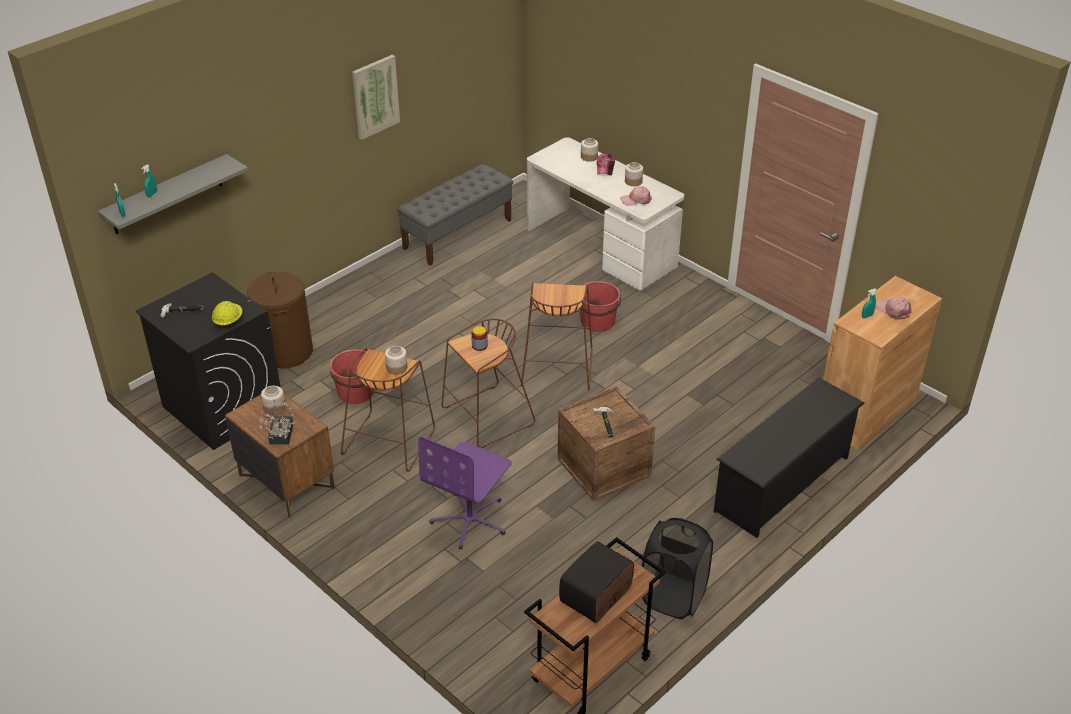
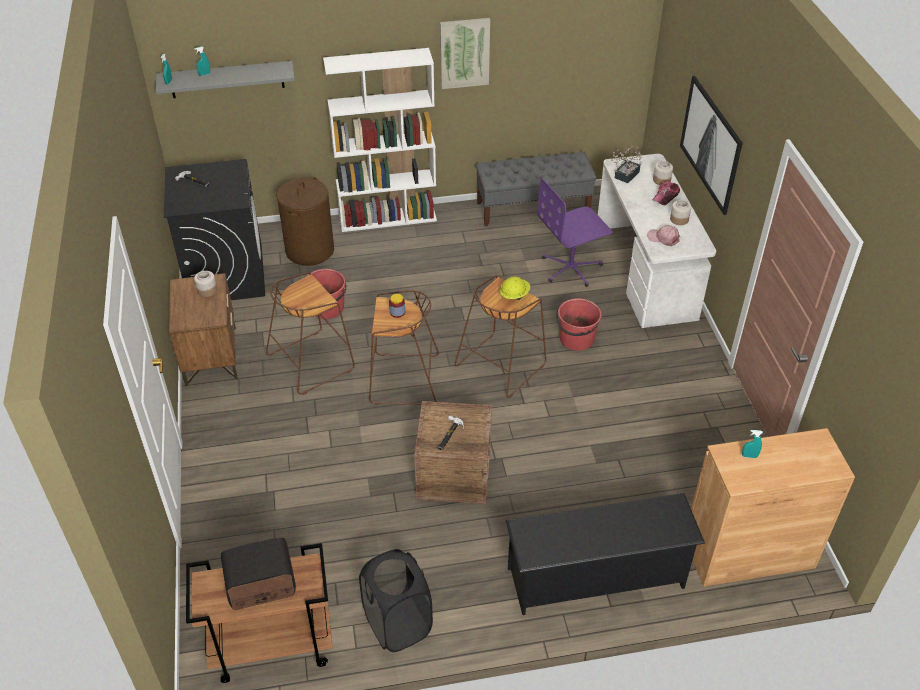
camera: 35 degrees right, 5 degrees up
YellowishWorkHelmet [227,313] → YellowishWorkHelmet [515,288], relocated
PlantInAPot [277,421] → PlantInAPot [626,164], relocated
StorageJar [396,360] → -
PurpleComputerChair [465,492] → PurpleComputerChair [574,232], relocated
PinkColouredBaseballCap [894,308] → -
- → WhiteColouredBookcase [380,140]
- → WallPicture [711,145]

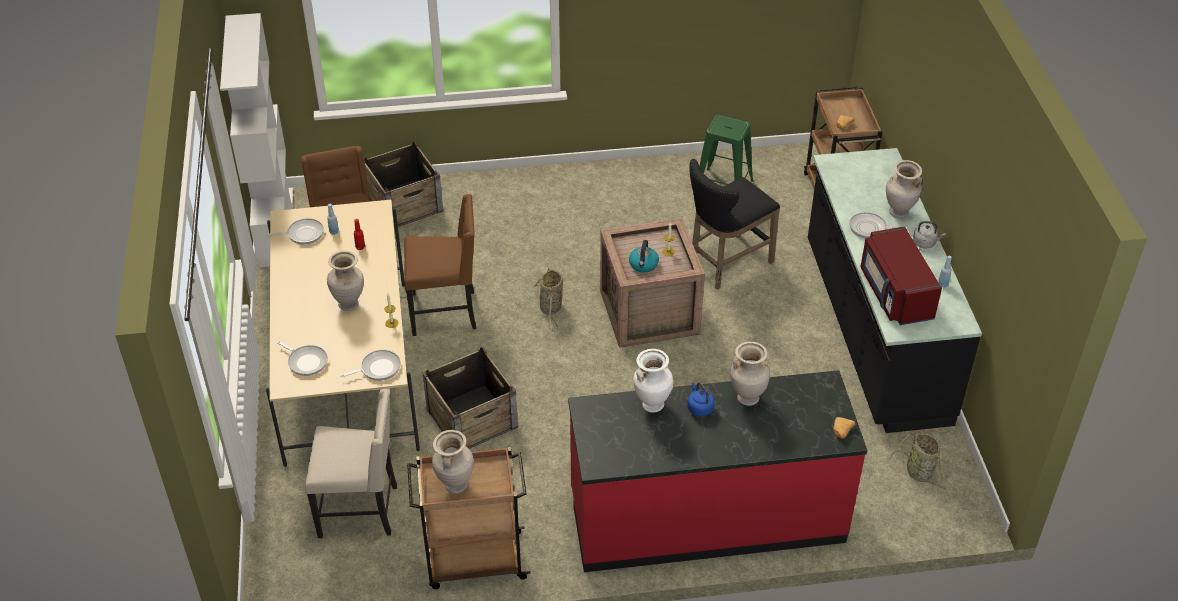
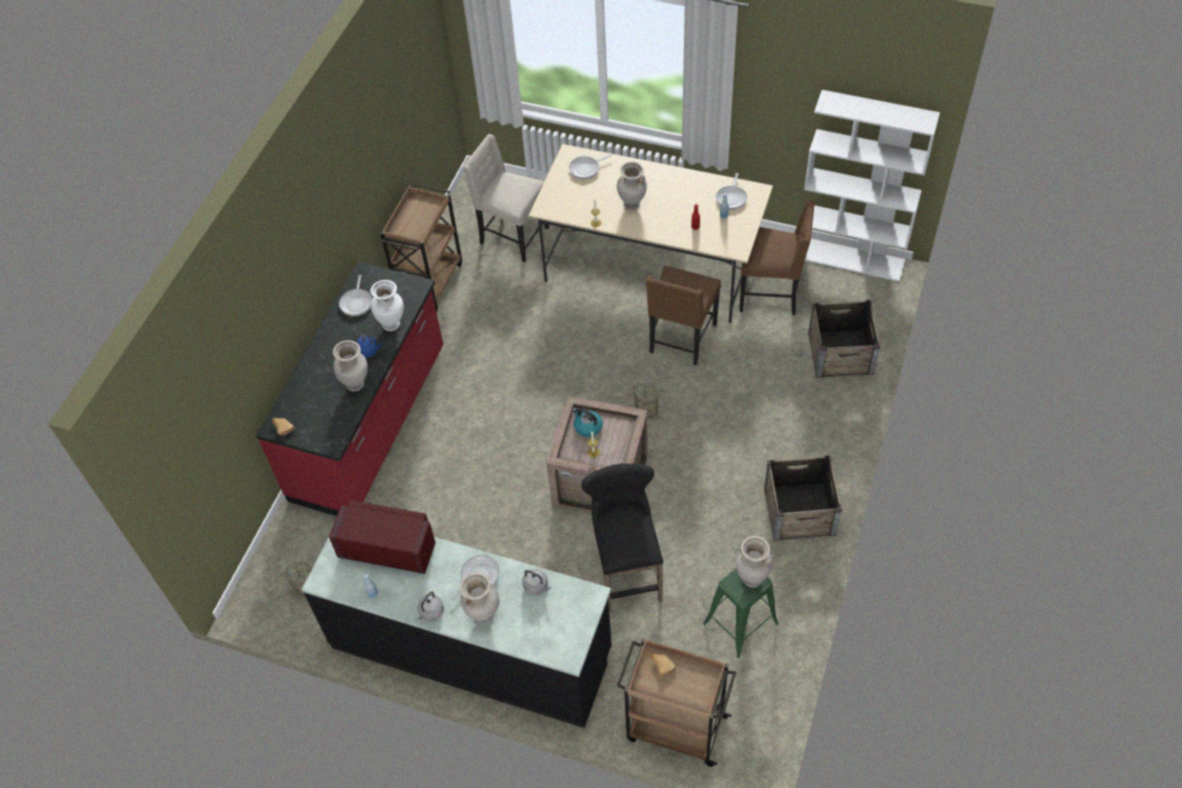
camera: 120 degrees right, 10 degrees up
BeigeColouredUprightChair [351,463] → BeigeColouredUprightChair [506,198], 90 degrees clockwise
Pan [371,365] → Pan [355,295], relocated
PackingCrate [470,398] → PackingCrate [803,498], relocated
BeigeColouredDecorativeVase [453,461] → BeigeColouredDecorativeVase [754,561], relocated
- → GreyTeaKettle [536,582]

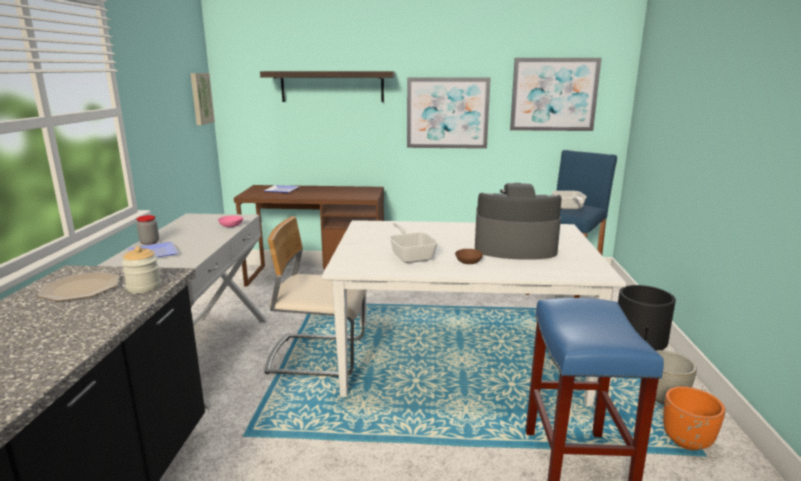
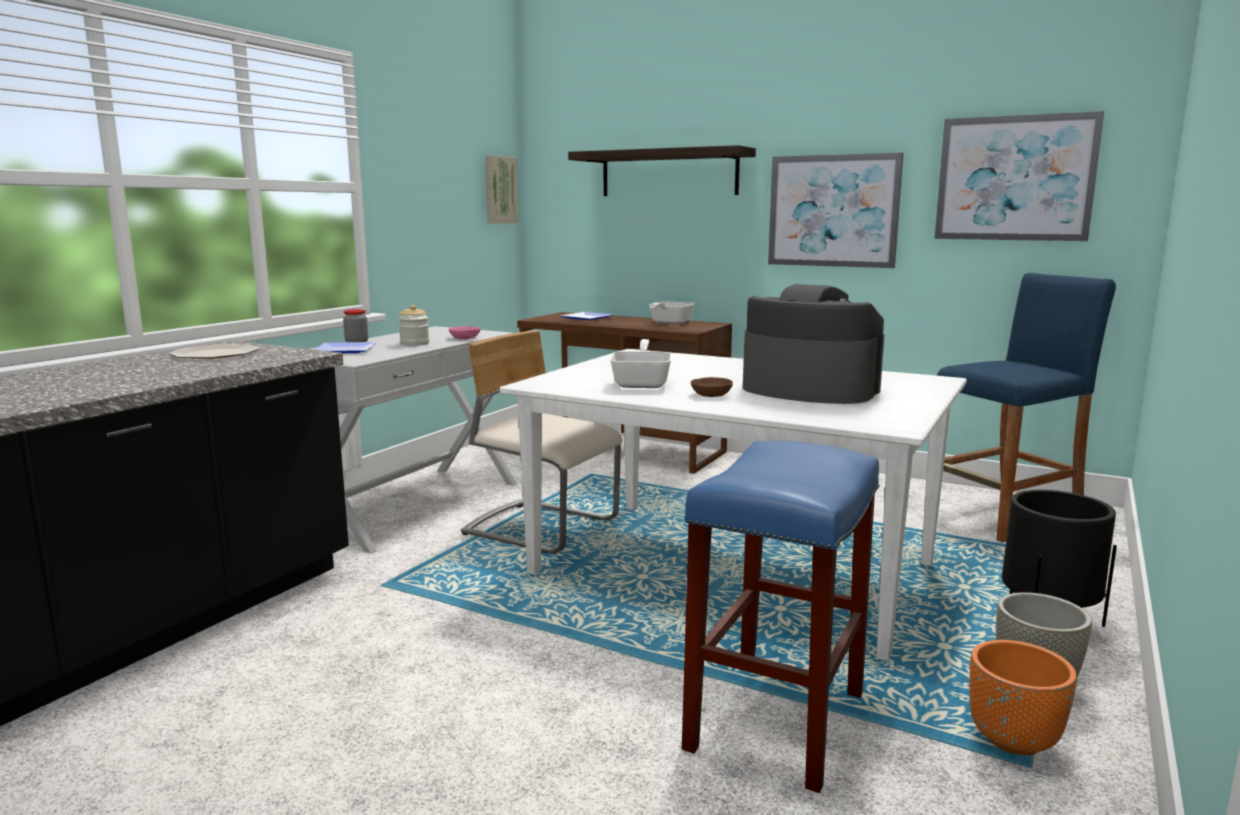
camera: 25 degrees right, 5 degrees down
StorageJar [141,269] → StorageJar [413,325], relocated
Pan [569,200] → Pan [672,312], relocated

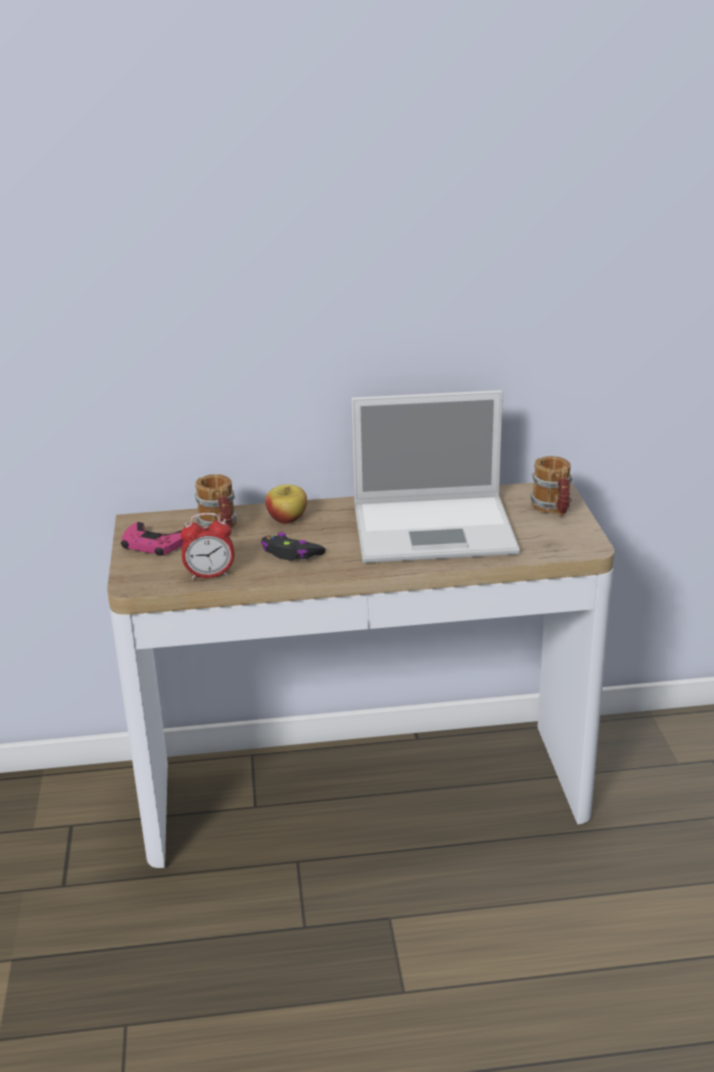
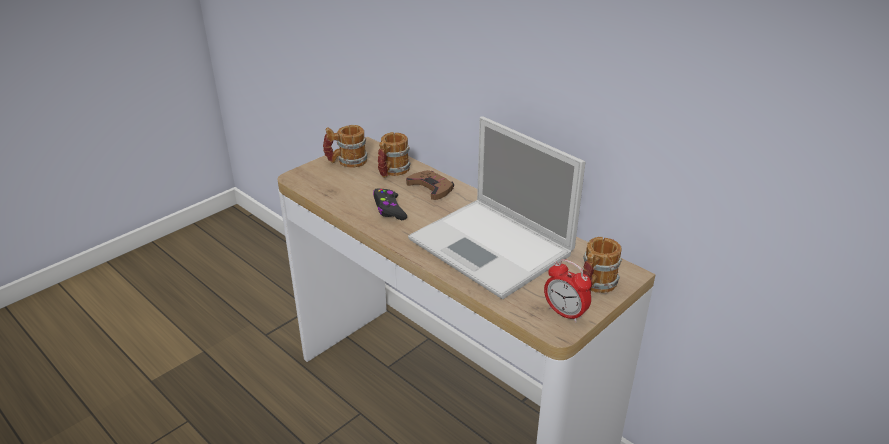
camera: 50 degrees right, 5 degrees up
PinkColouredGameController [152,539] → CoffeeMug [345,146]
TableClock [207,546] → TableClock [568,291], relocated
AppleFruit [286,504] → BrownColouredGameController [430,185]

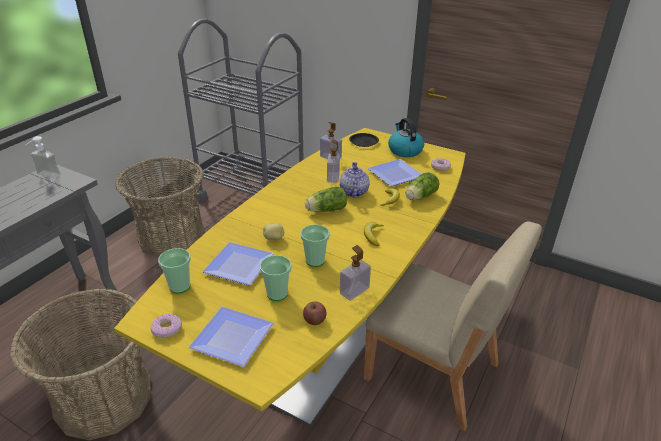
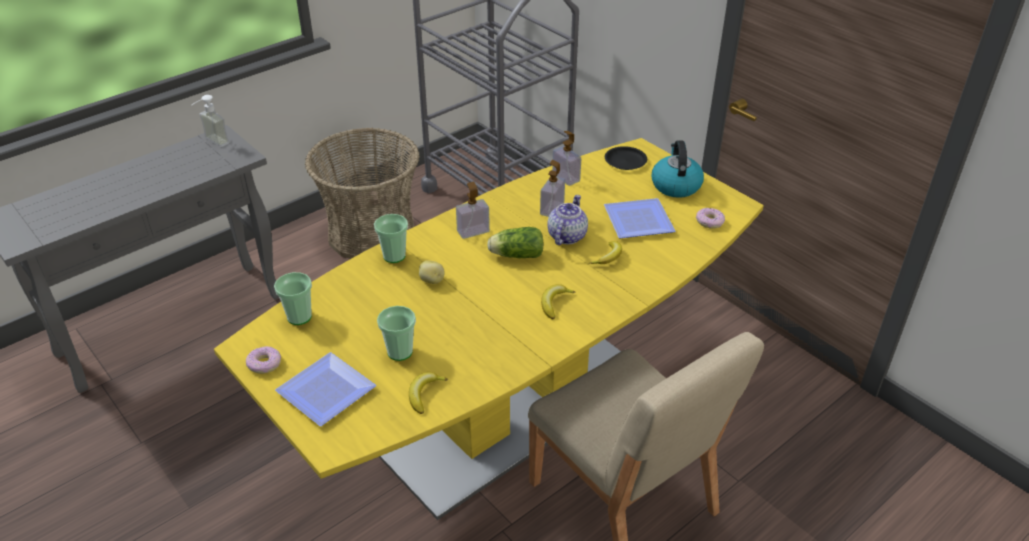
camera: 20 degrees right, 5 degrees up
Basket [80,364] → -
DinnerPlate [238,264] → -
Cup [315,245] → Cup [391,238], relocated
AppleFruit [314,313] → WholeBanana [428,393]
LiquidSoapBottle [355,273] → LiquidSoapBottle [473,210], relocated
Lettuce [422,186] → -

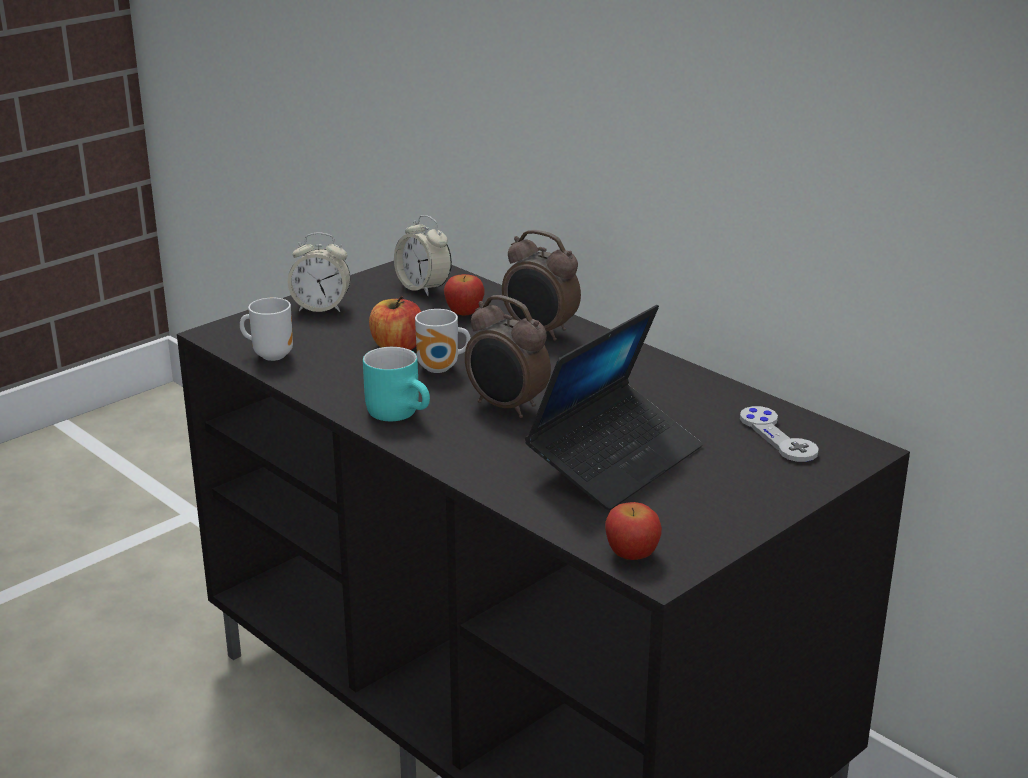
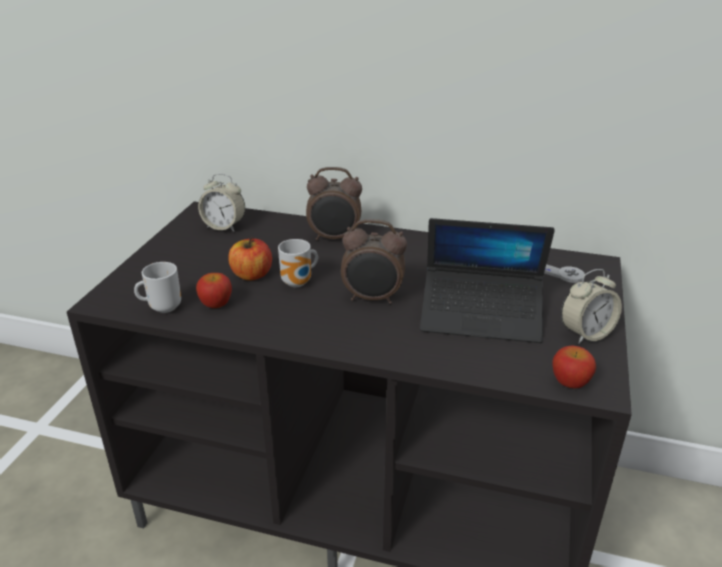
camera: 30 degrees left, 5 degrees up
TableClock [319,272] → TableClock [591,306], relocated
TurquoiseColouredCoffeeMug [396,384] → -
AppleFruit [464,295] → AppleFruit [214,290], relocated
PortableComputer [614,407] → PortableComputer [487,280], 90 degrees clockwise

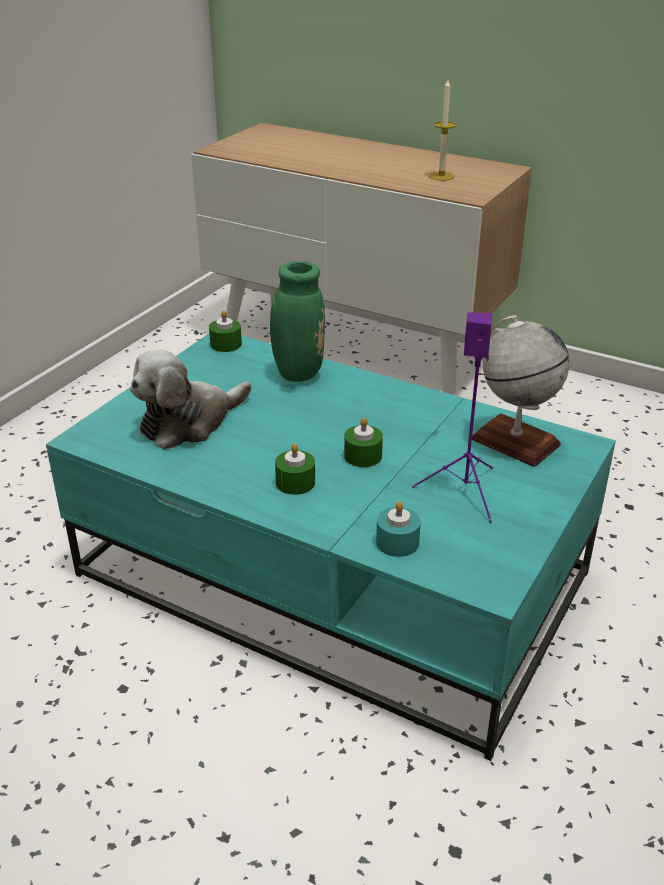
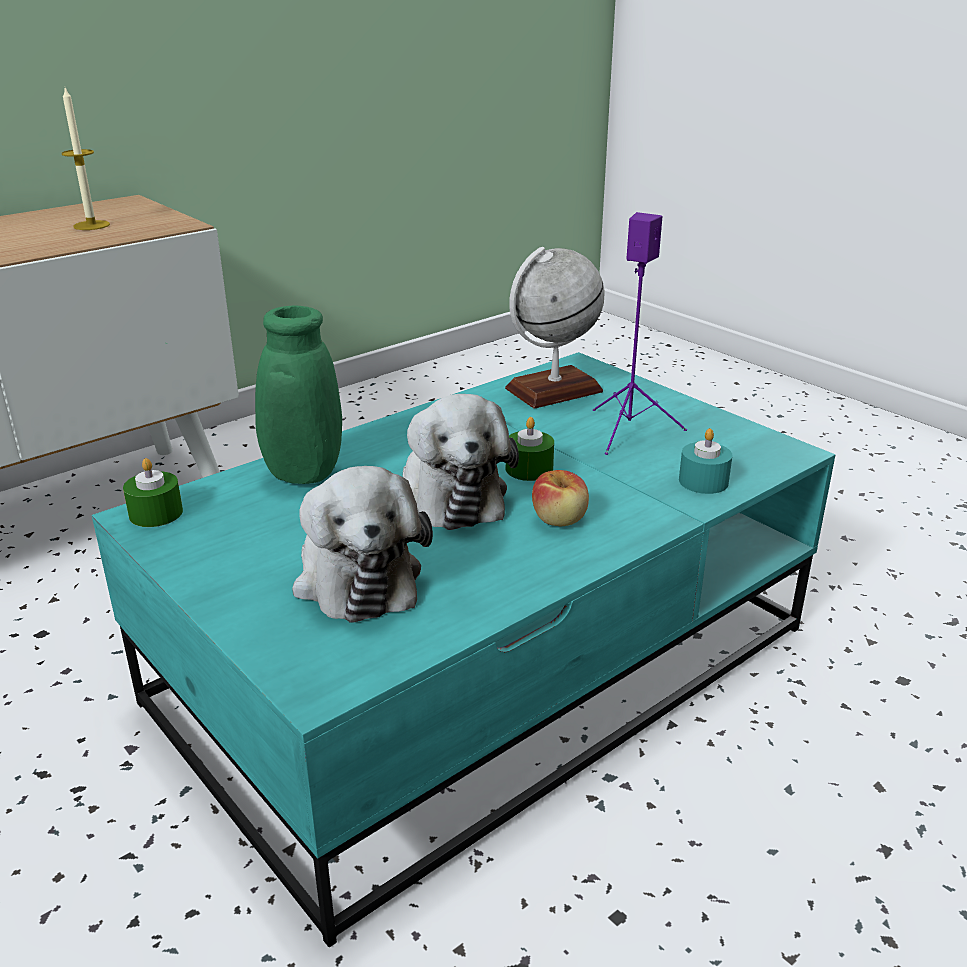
camera: 70 degrees left, 5 degrees down
GreenColouredWaxLight [295,469] → AppleFruit [560,498]
- → SoftToy [461,462]

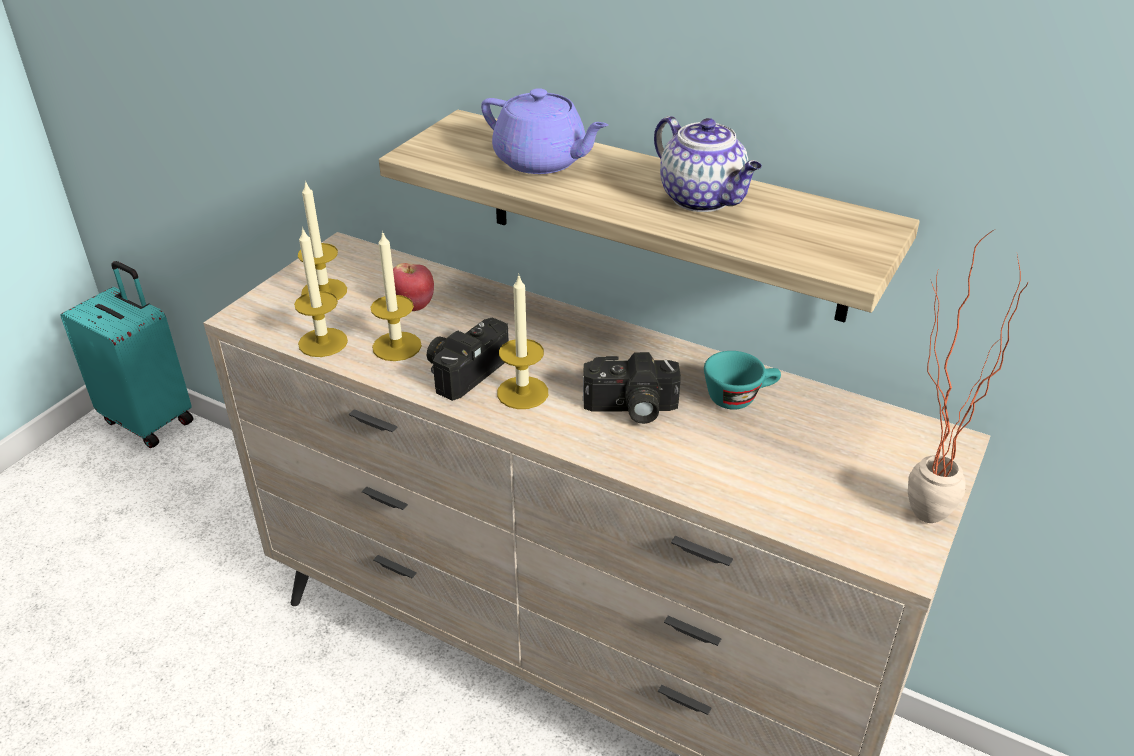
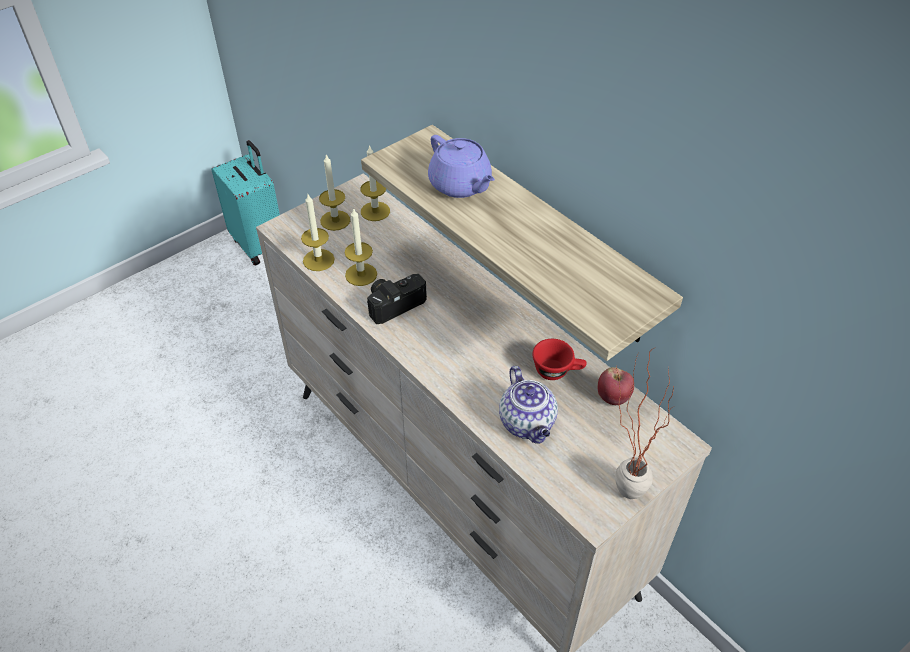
camera: 20 degrees right, 10 degrees up
AppleFruit [413,287] → AppleFruit [616,386], relocated
WaxLight [522,341] → WaxLight [375,183], relocated
PhotoCamera [632,388] → -
Teapot [708,164] → Teapot [528,405], relocated
TurquoiseColouredCup [742,380] → RedCup [559,359]

